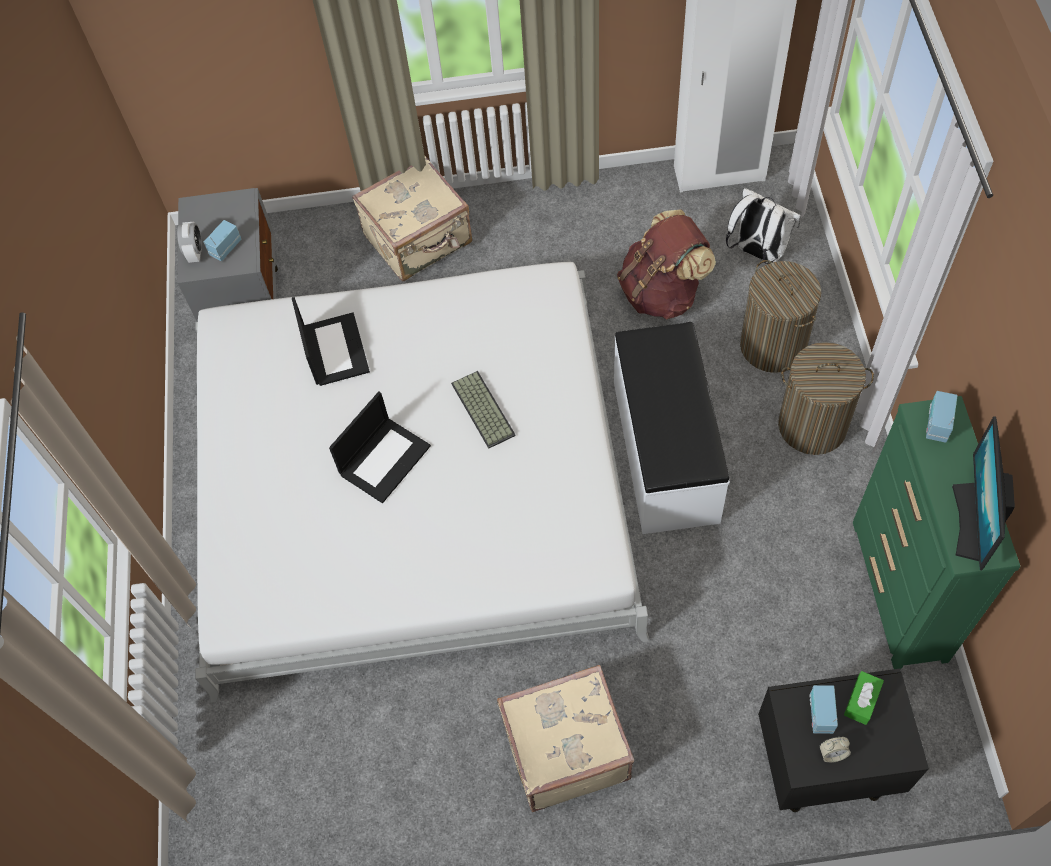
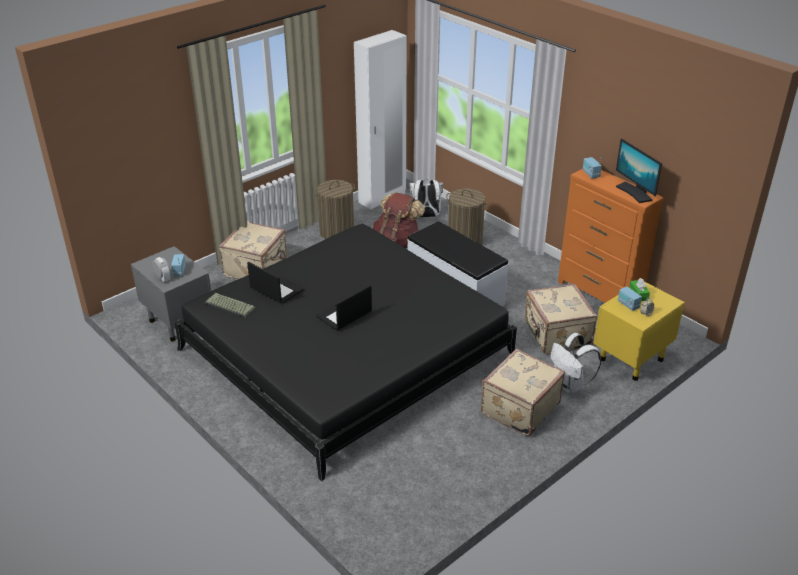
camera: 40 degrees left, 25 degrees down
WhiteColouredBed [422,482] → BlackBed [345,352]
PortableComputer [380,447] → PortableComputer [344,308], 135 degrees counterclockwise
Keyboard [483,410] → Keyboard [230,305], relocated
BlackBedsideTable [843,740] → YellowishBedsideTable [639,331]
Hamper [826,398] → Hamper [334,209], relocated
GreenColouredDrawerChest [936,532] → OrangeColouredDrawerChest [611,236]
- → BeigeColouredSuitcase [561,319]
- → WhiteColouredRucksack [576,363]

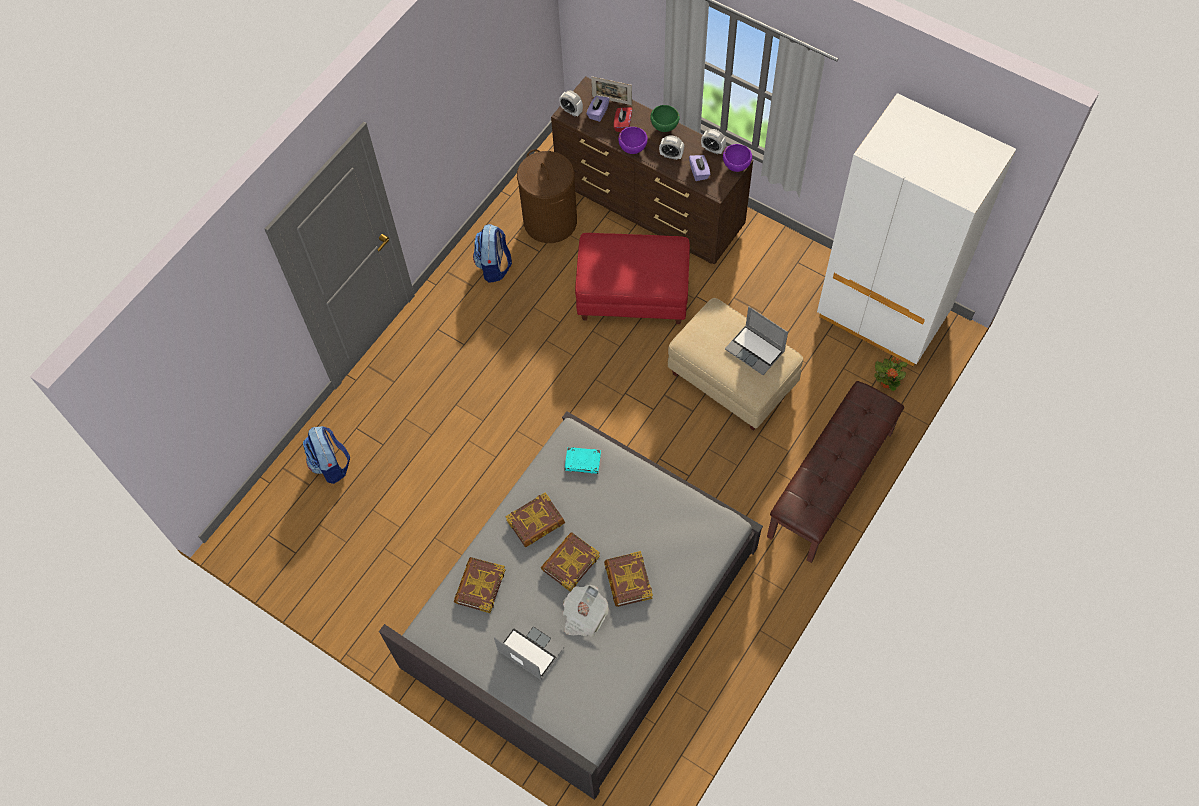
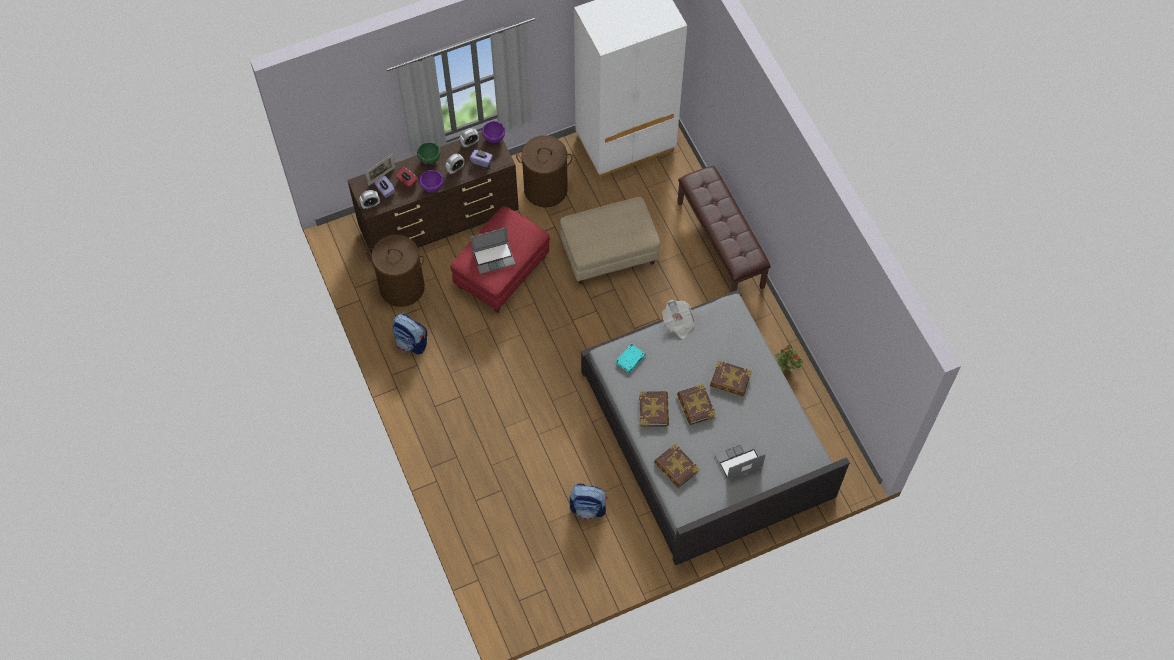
camera: 60 degrees left, 0 degrees up
Rucksack [326,455] → Rucksack [588,502], relocated
PrintedPaper [585,611] → PrintedPaper [679,319], relocated
PortableComputer [756,341] → PortableComputer [493,250], relocated
PlantInAPot [890,374] → PlantInAPot [789,358], relocated
- → BrownColouredHamper [544,171]

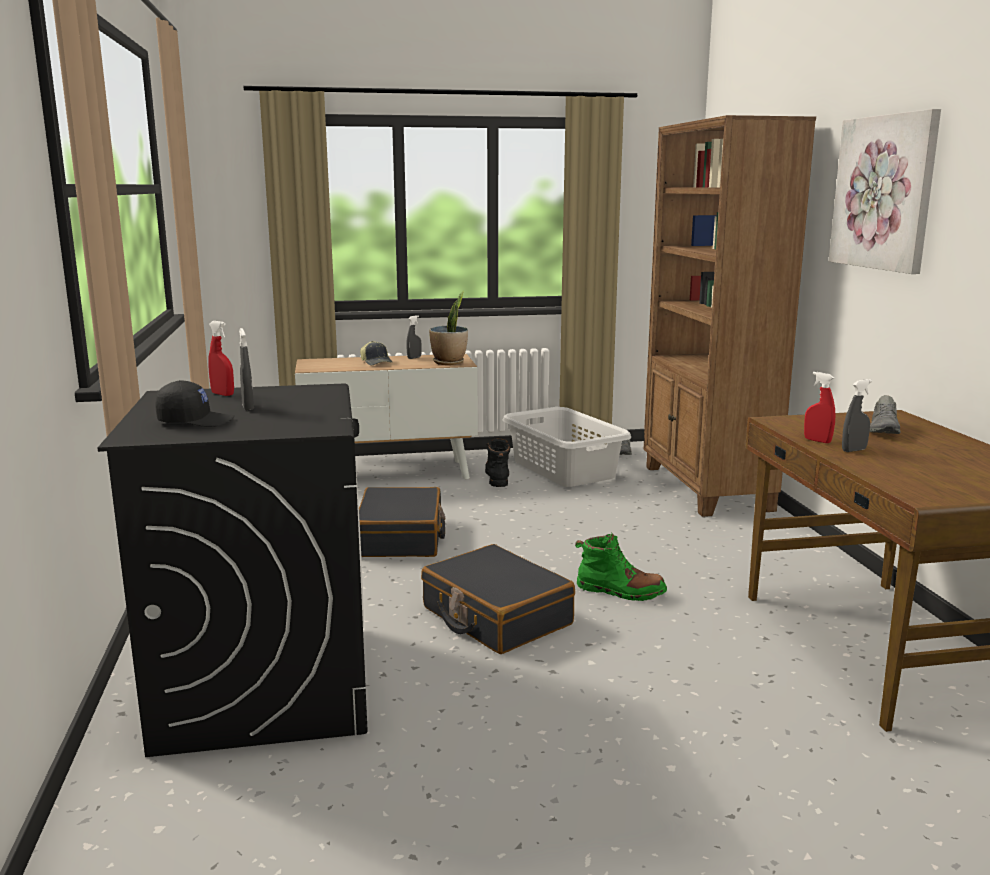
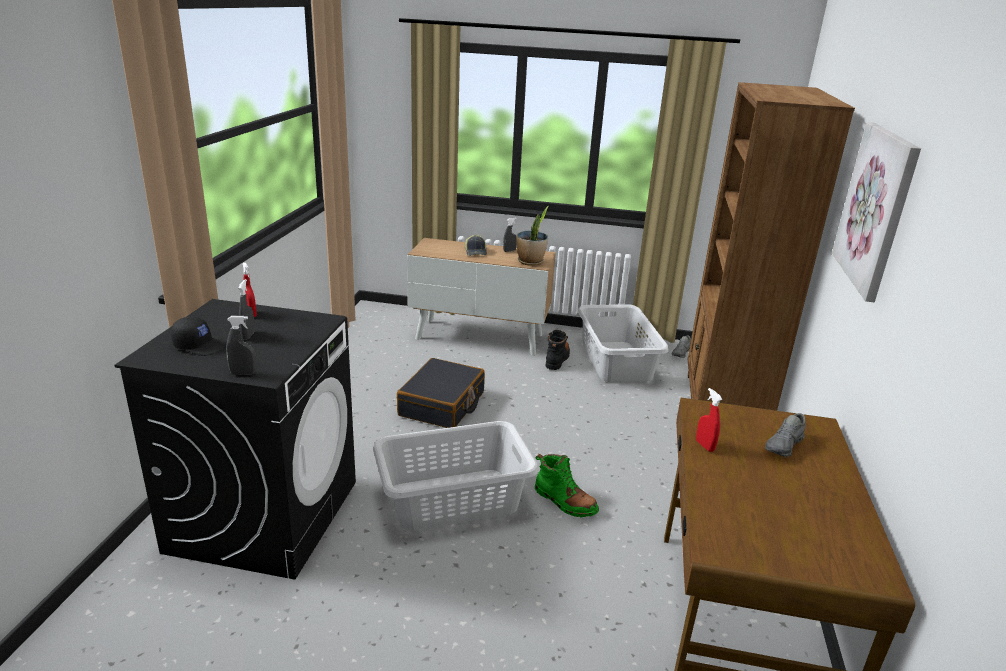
camera: 20 degrees right, 10 degrees up
BlackSuitcase [498,599] → GreyHamper [455,476]
GreySprayBottle [857,415] → GreySprayBottle [241,345], relocated

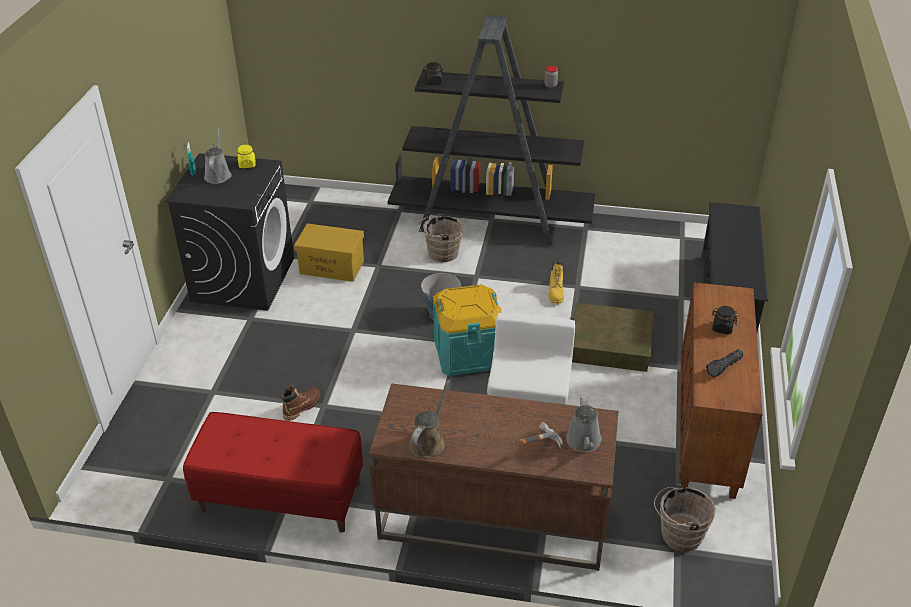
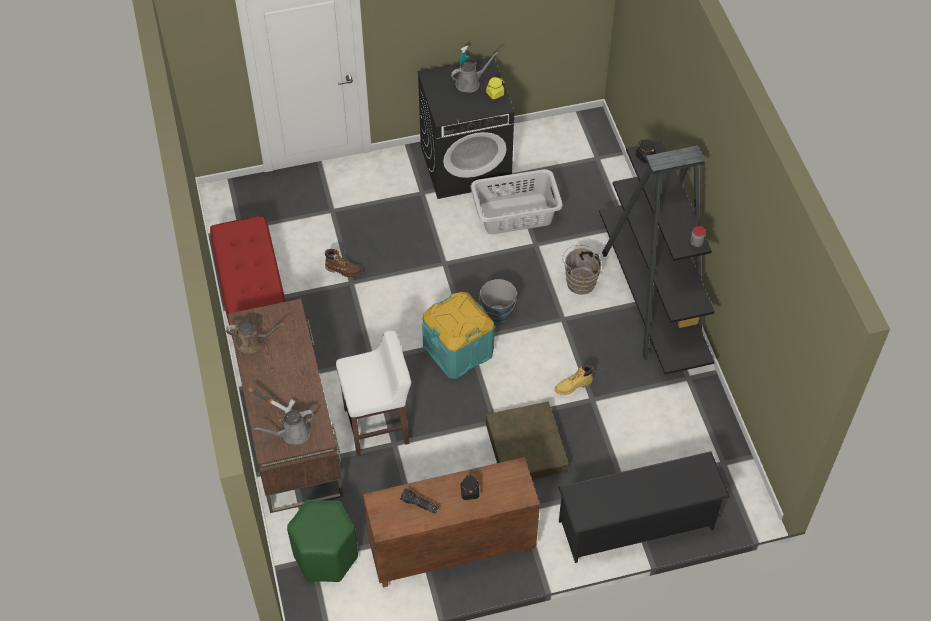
camera: 65 degrees right, 15 degrees up
YellowishStorageBox [329,252] → GreyHamper [517,201]
BrownColouredWaterBucket [685,518] → GreenColouredSittingStool [322,541]

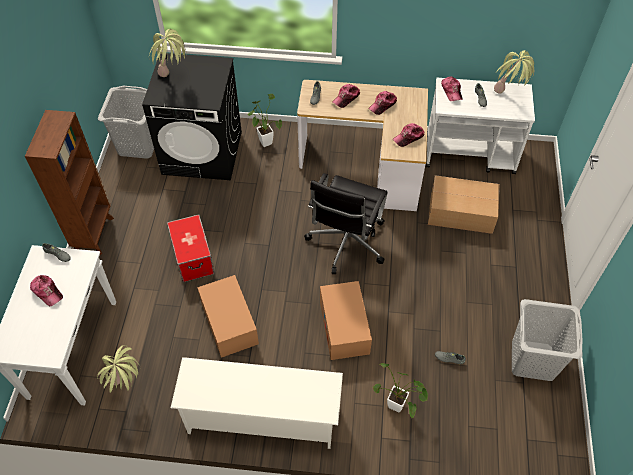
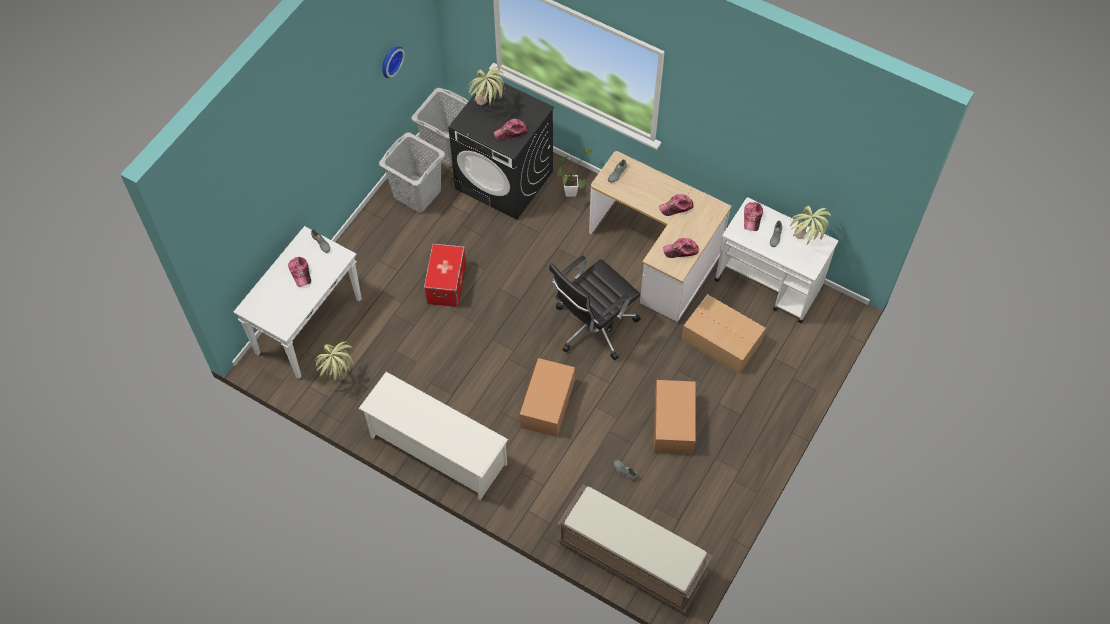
camera: 25 degrees right, 5 degrees up
BrownColouredBookcase [69,182] → -
CardboardBox [228,316] → CardboardBox [675,417], relocated
BaseballCap [346,96] → BaseballCap [511,130], relocated
PlantInAPot [400,390] → -
GreyHamper [547,340] → GreyHamper [412,172], relocated
- → HangingClock [393,62]
- → BrownColouredIndoorBench [635,549]

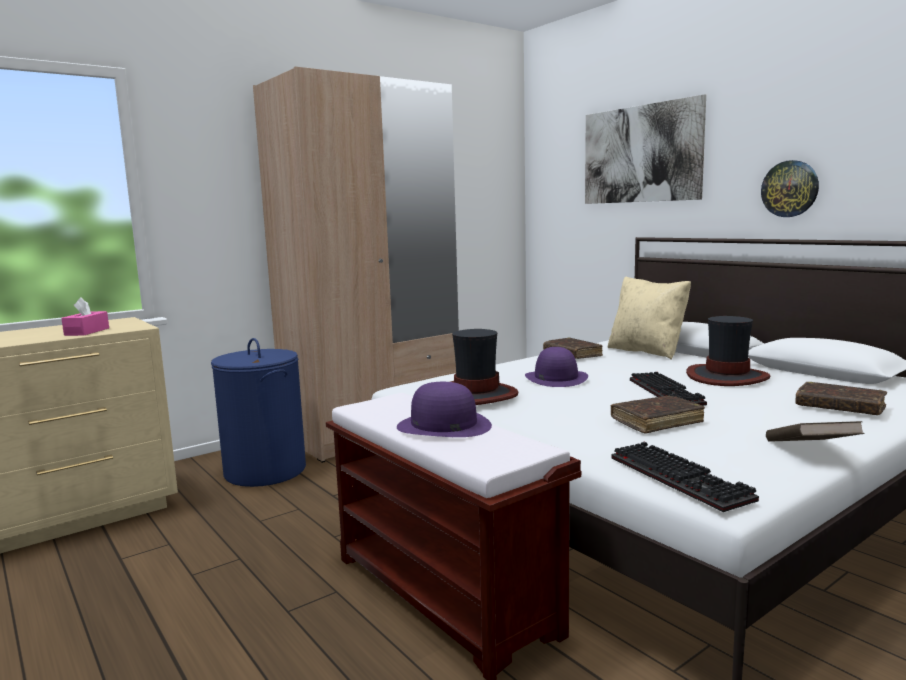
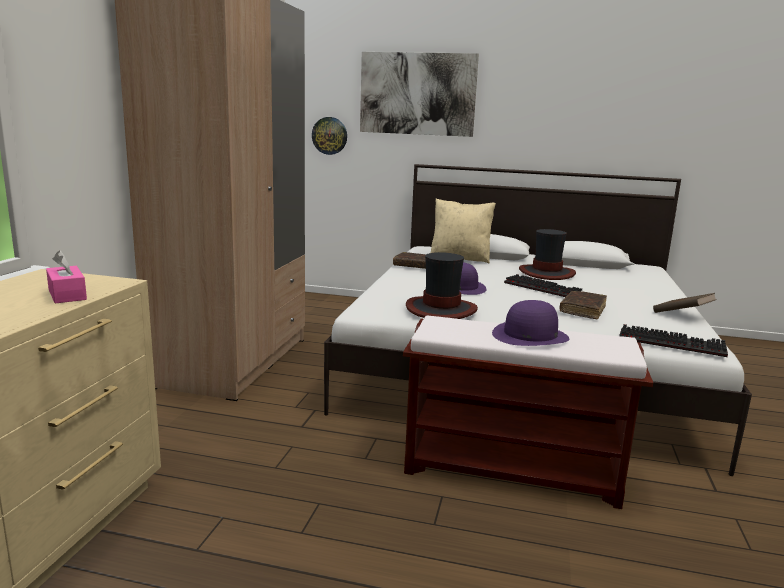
camera: 40 degrees left, 5 degrees up
BlueColouredHamper [258,412] → -
HangingClock [790,188] → HangingClock [329,136], relocated
BrownColouredBook [841,398] → -

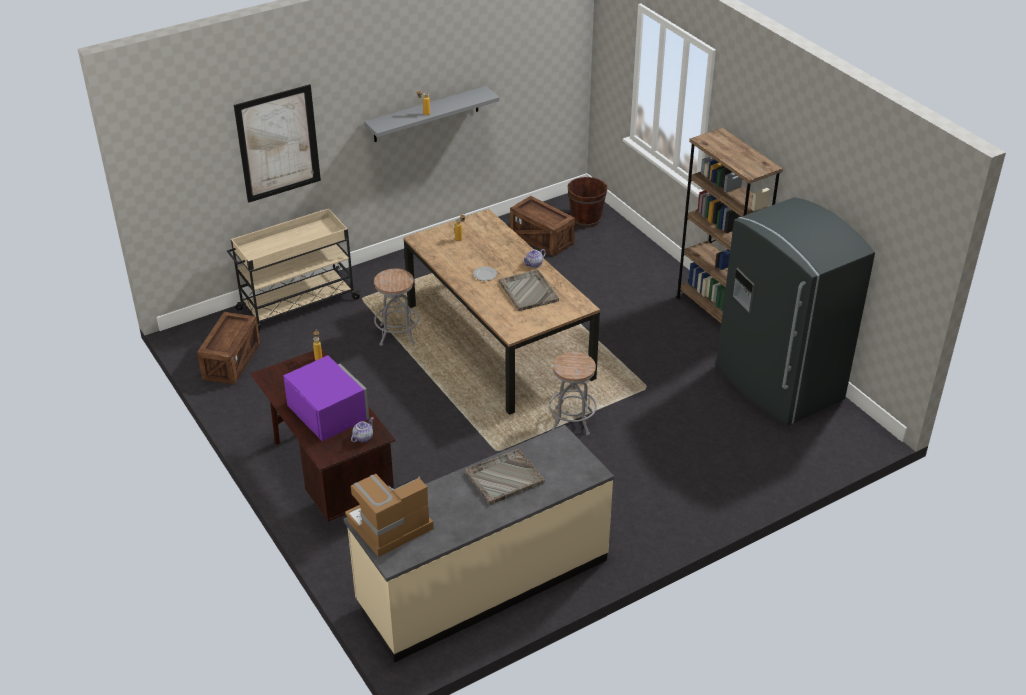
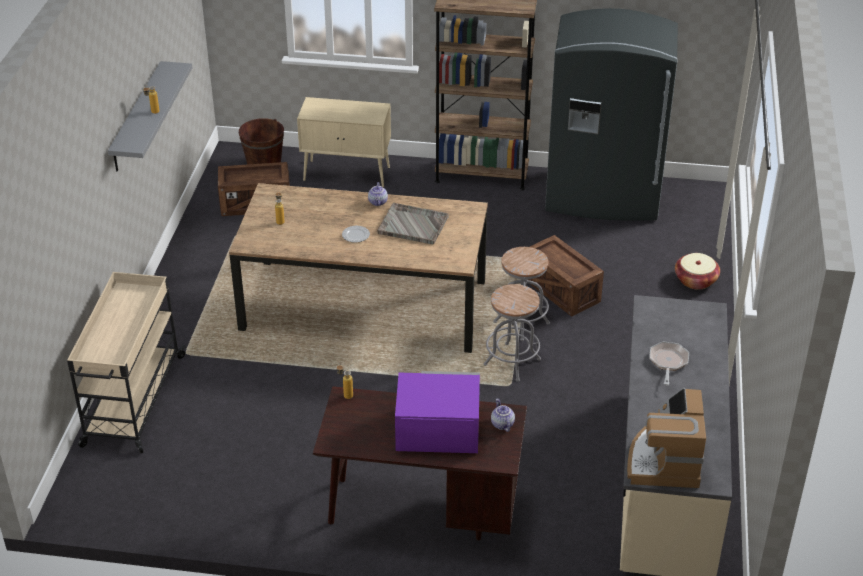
camera: 50 degrees left, 0 degrees up
PackingCrate [228,348] → PackingCrate [565,276], relocated
WallPicture [277,143] → -
GreySittingStool [396,307] → GreySittingStool [512,333], relocated
GreyTray [505,477] → Pan [669,363]
- → BeigeColouredStorageCabinet [344,142]
- → Basket [697,271]

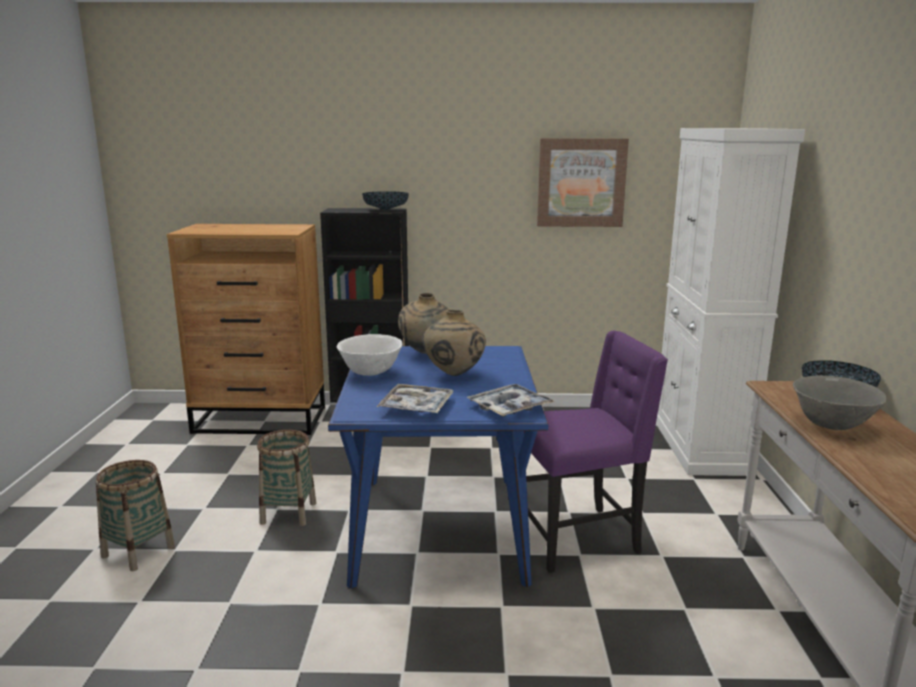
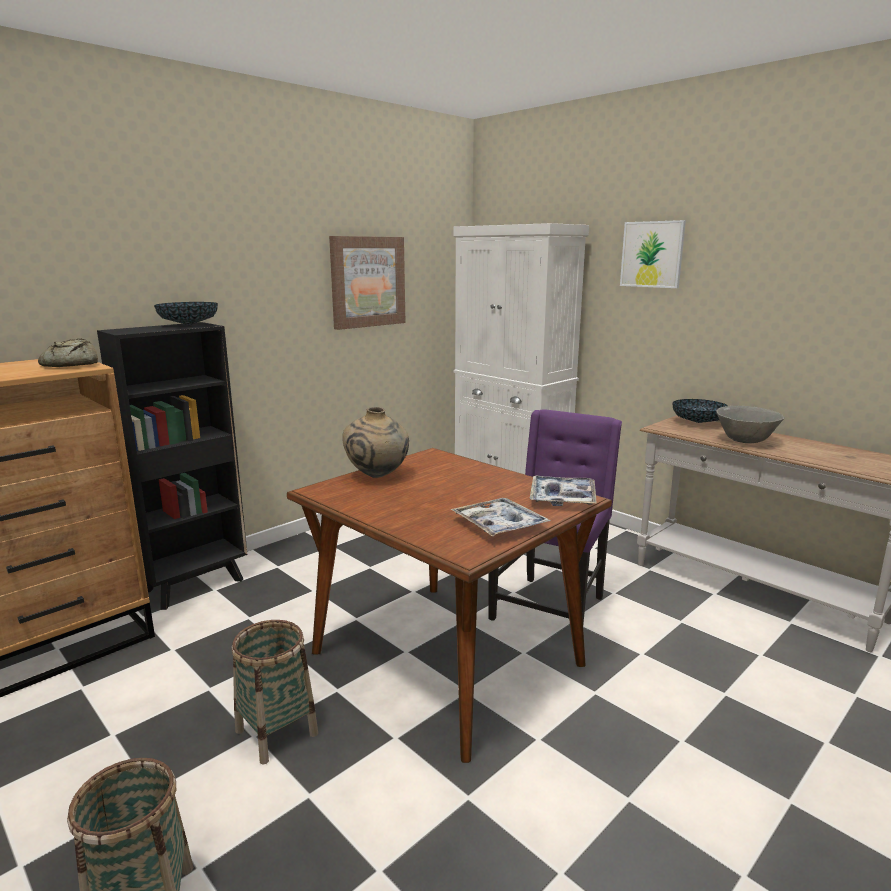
camera: 45 degrees left, 0 degrees up
BlueColouredKitchenTable [438,467] → BrownColouredKitchenTable [449,605]
WhiteColouredDeepDish [370,355] → -
BeigeColouredDecorativeVase [454,343] → -
- → Bread [68,353]
- → WallPicture [653,254]

